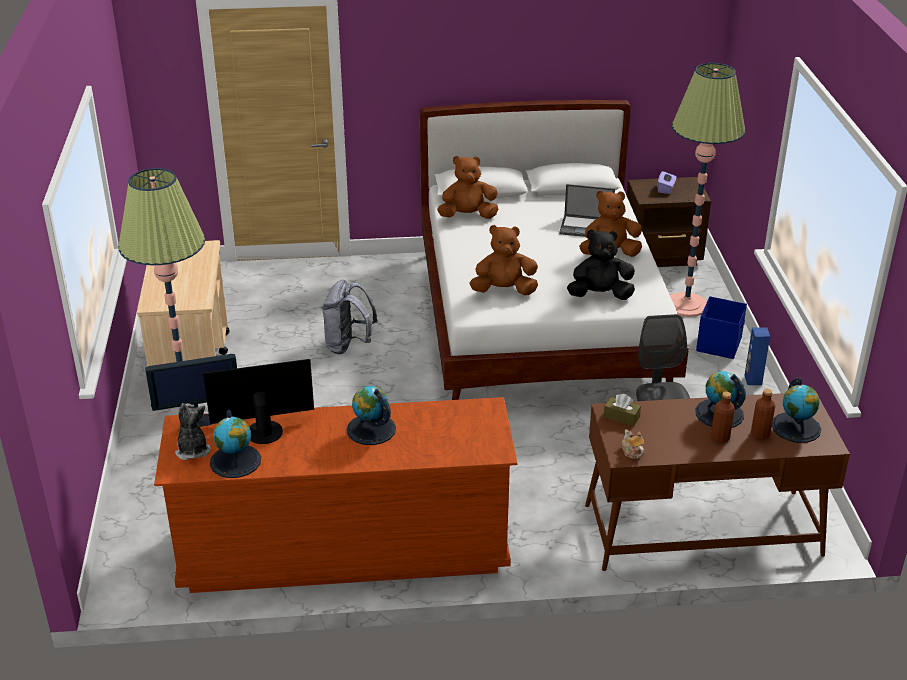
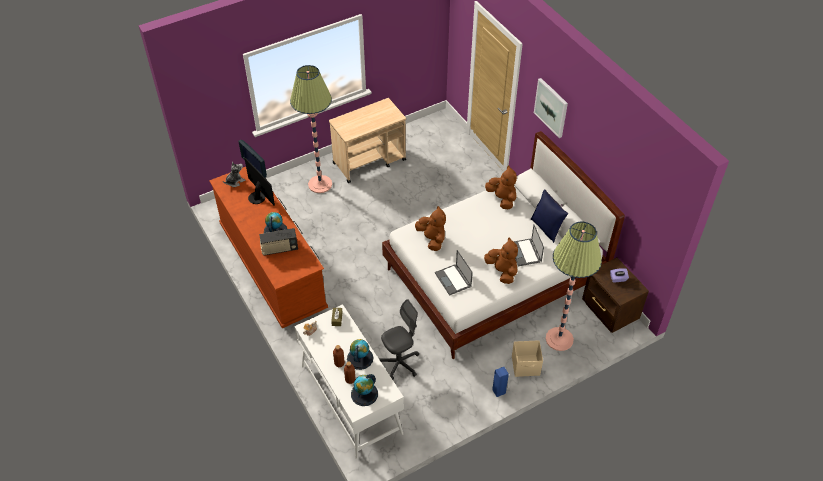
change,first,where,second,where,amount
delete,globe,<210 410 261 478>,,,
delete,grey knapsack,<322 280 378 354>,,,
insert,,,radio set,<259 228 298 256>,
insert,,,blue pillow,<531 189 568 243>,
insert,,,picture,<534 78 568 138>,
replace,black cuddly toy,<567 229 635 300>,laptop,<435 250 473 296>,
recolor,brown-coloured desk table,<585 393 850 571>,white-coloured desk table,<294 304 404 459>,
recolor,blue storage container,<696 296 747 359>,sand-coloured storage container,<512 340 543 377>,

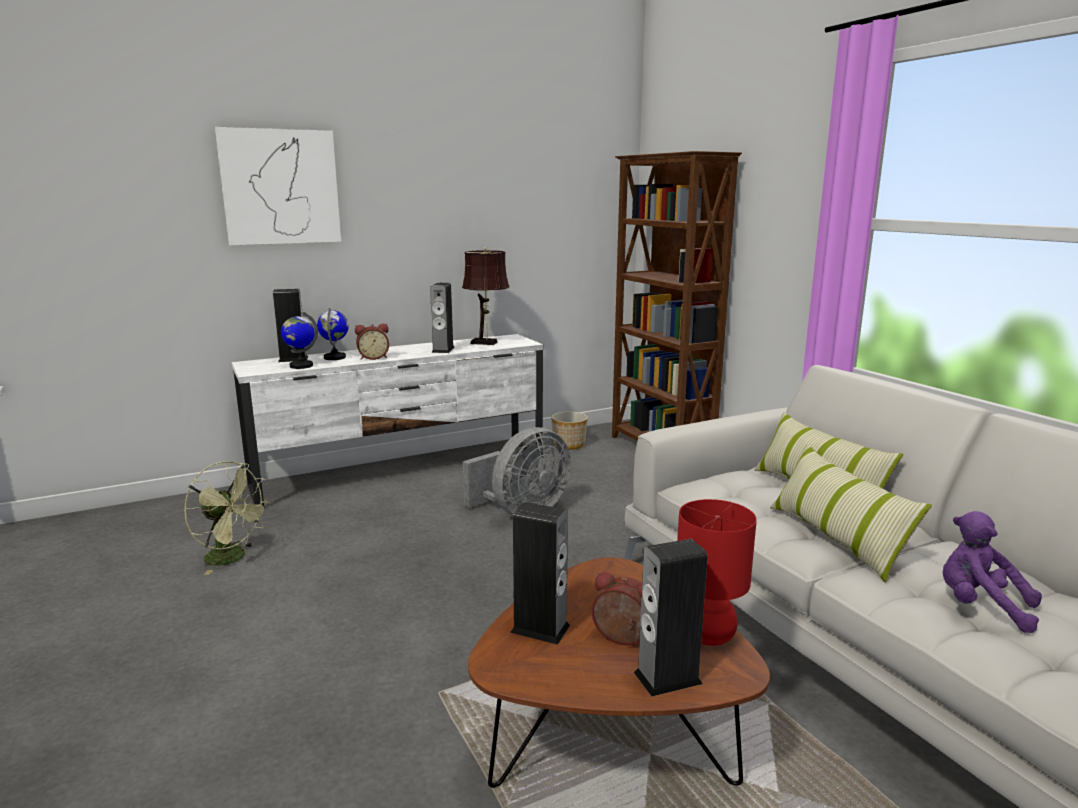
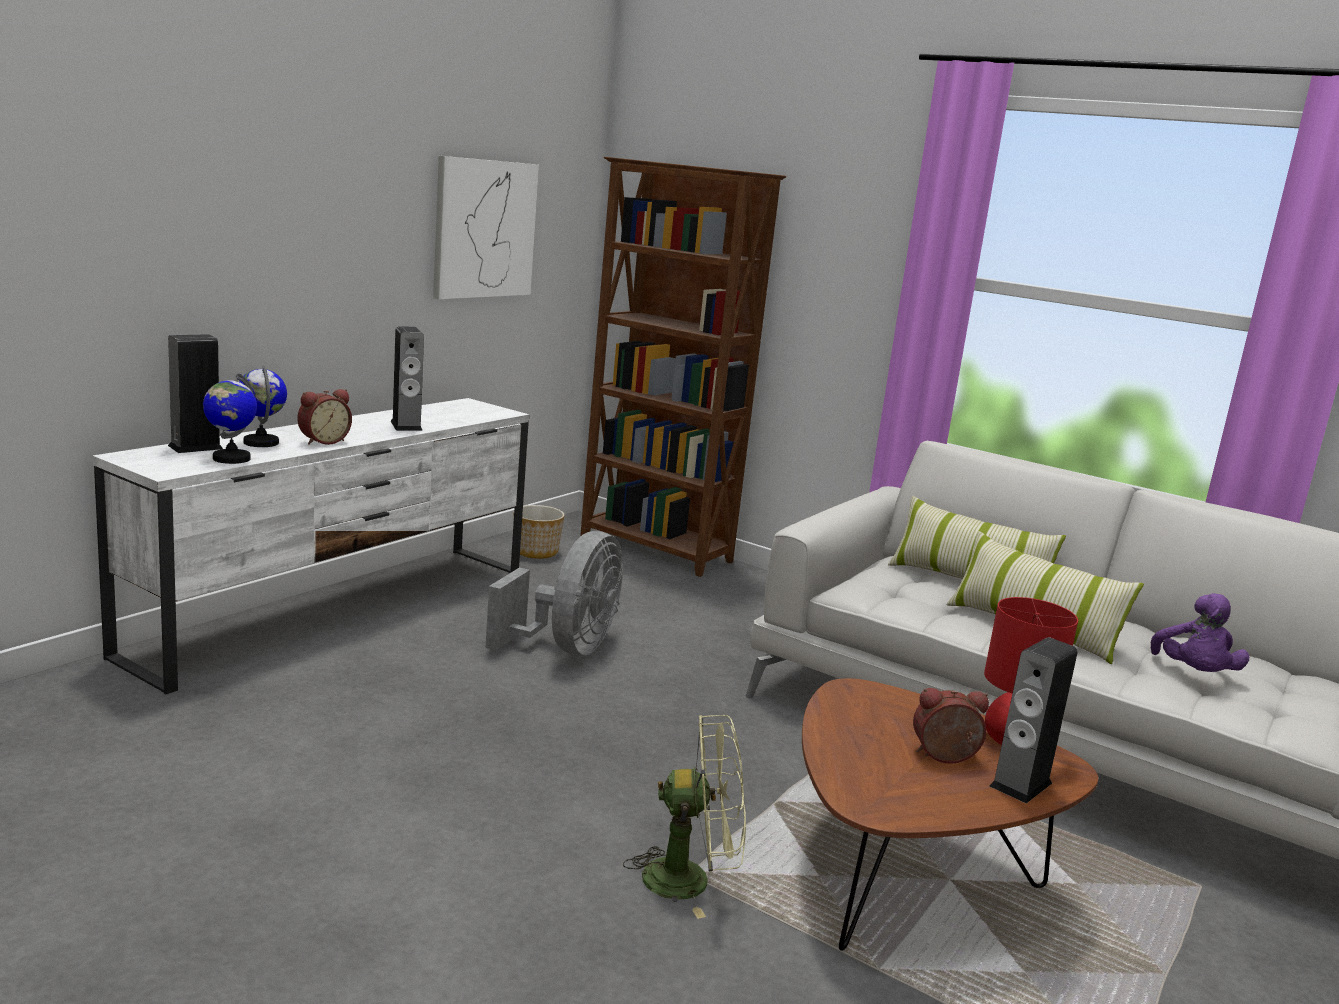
change,first,where,second,where,amount
delete,brown-coloured table lamp,<462 247 509 345>,,,
delete,loudspeaker,<510 502 570 645>,,,
move,green-coloured cooling fan,<184 461 271 575>,,<623 715 746 919>,
move,picture,<214 127 341 246>,,<433 156 539 300>,
rotate,purplish cuddly toy,<943 511 1042 633>,,<1151 593 1249 672>,90 degrees counterclockwise

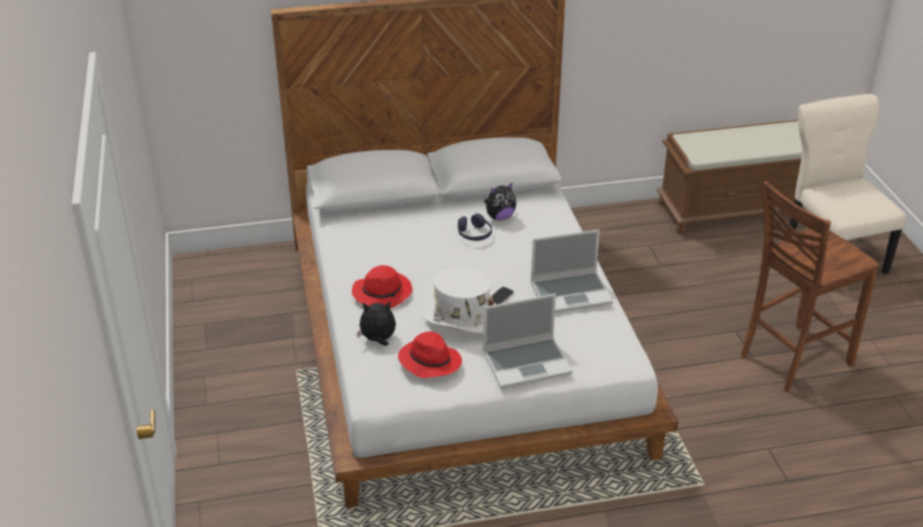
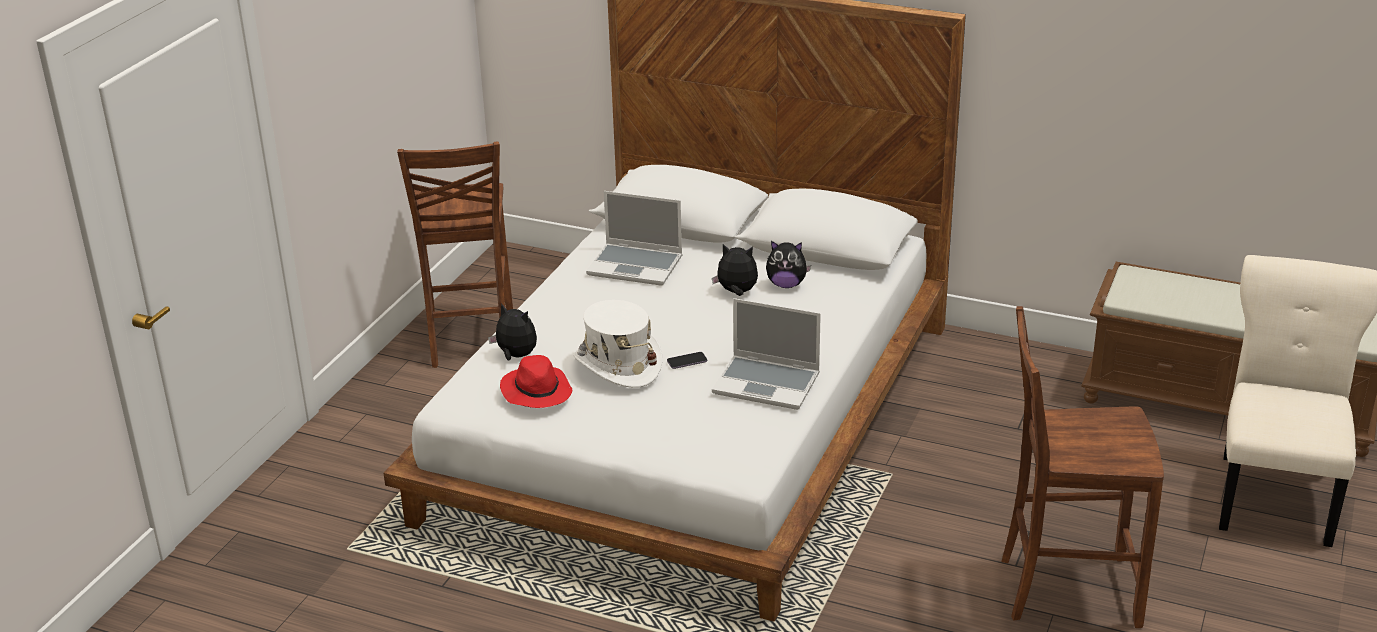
change,first,where,second,where,amount
delete,red hat,<352 265 412 308>,,,
insert,,,brown-coloured plain chair,<397 141 513 368>,
move,laptop,<483 294 573 388>,,<586 191 682 286>,
replace,purplish headset,<458 213 492 241>,cuddly toy,<712 244 758 296>,

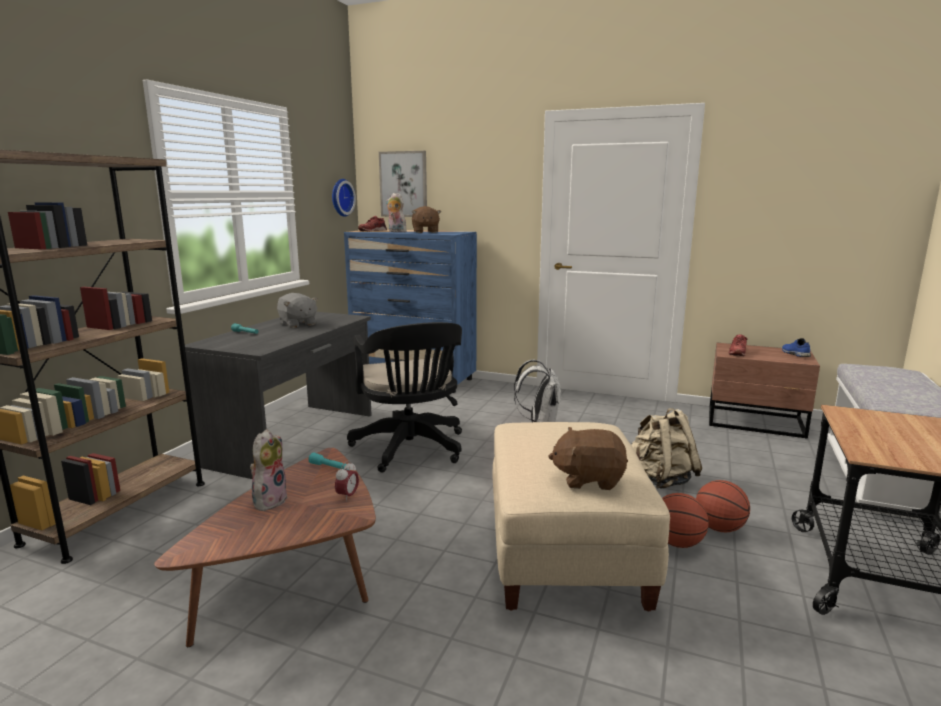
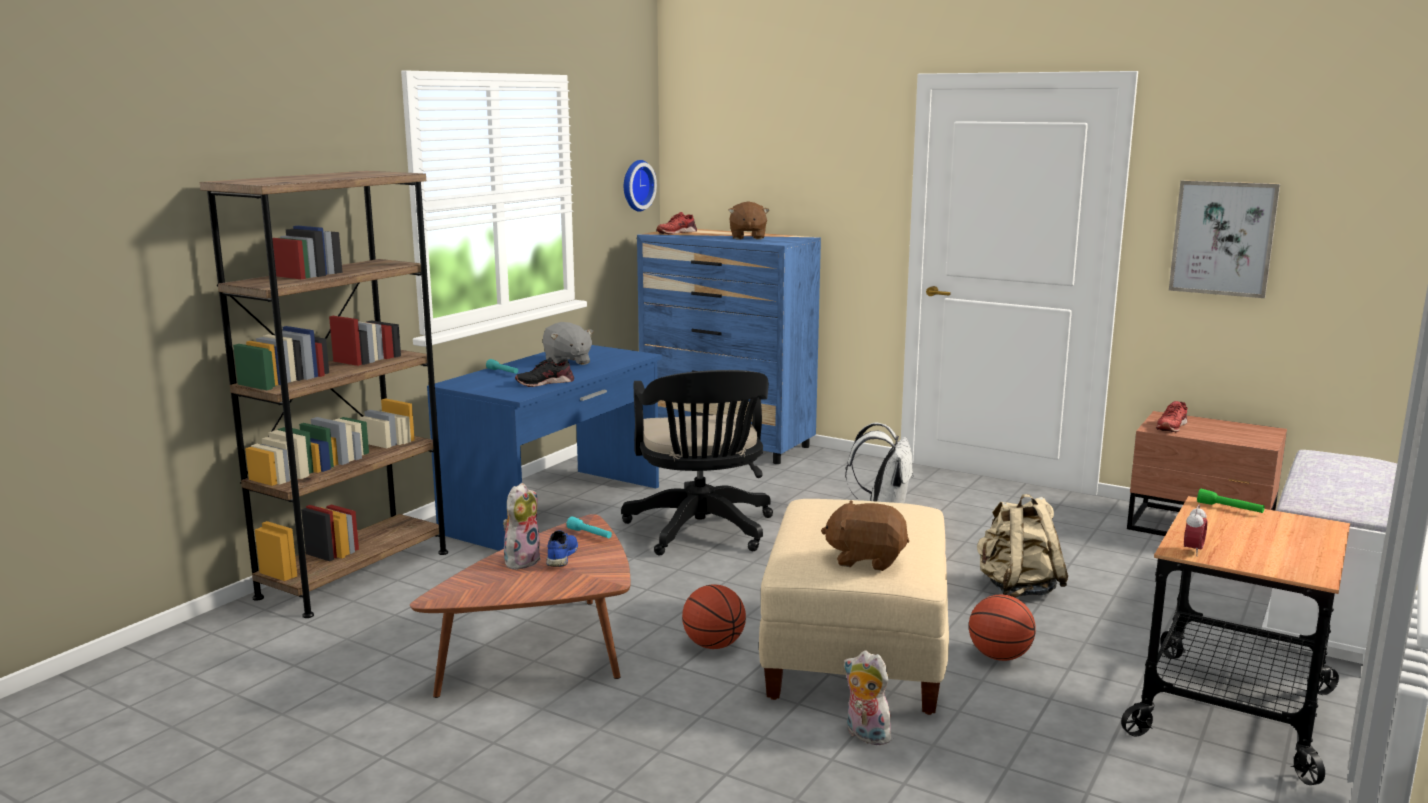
change,first,where,second,where,amount
insert,,,black shoe,<515 357 574 387>,
insert,,,green-coloured torch,<1197 489 1265 513>,
move,table clock,<335 461 359 502>,,<1184 505 1207 556>,
move,picture,<379 151 427 217>,,<1169 180 1280 298>,
move,cuddly toy,<386 193 407 232>,,<844 651 895 745>,
move,ball for basketball,<696 480 750 533>,,<682 584 746 649>,
move,blue shoe,<782 338 811 357>,,<546 530 578 567>,
recolor,grey desk table,<185 312 372 479>,blue desk table,<427 345 662 551>,

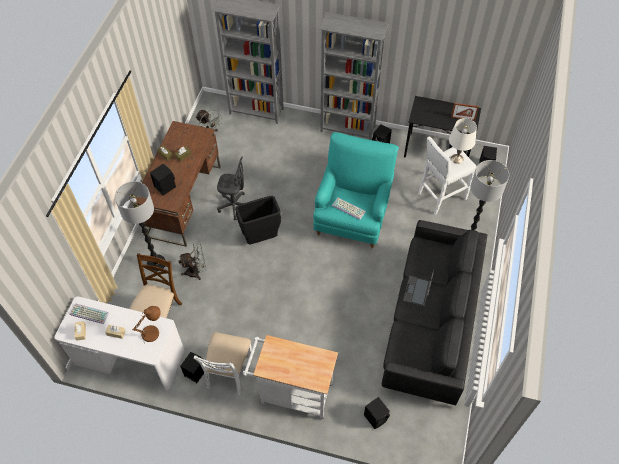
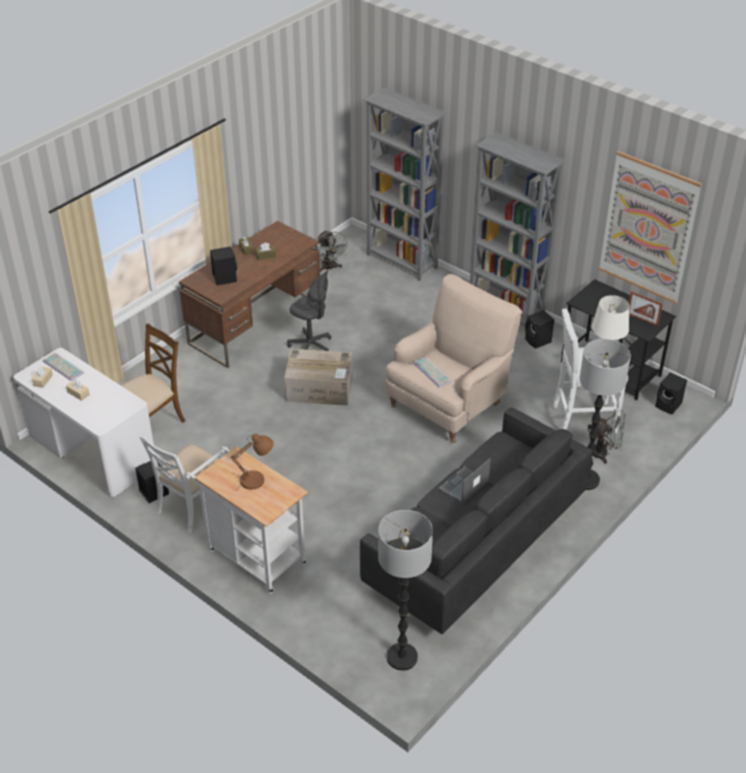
change,first,where,second,where,amount
delete,black loudspeaker,<364 397 390 429>,,,
insert,,,picture,<599 151 702 304>,
move,standard lamp,<115 181 166 272>,,<378 510 433 671>,
move,brown-coloured table lamp,<133 306 161 347>,,<230 434 274 491>,
move,grey cooling fan,<178 243 206 280>,,<588 409 625 464>,
replace,black waste bin,<235 196 281 245>,packing box,<284 349 353 406>,
recolor,blue-green lounge chair,<313 132 399 248>,sand-coloured lounge chair,<385 274 522 443>,

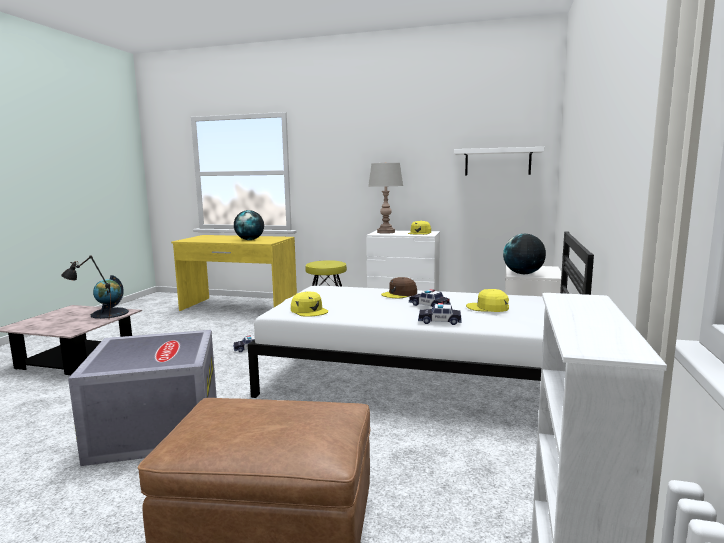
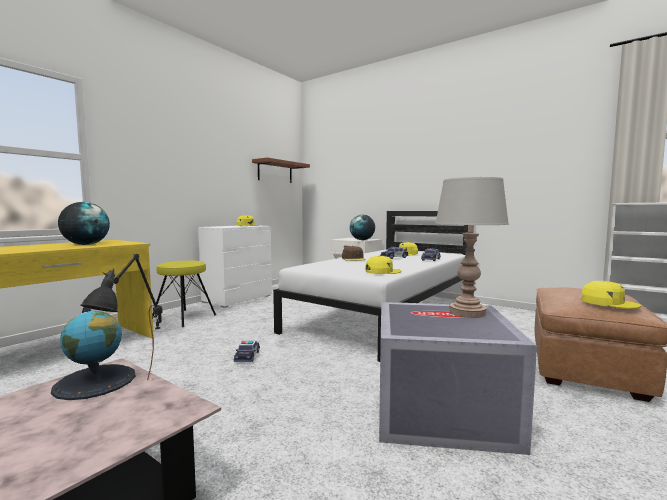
change,first,where,second,where,amount
insert,,,yellow cap,<581 281 641 309>,
move,grey table lamp,<368 162 403 234>,,<435 177 509 318>,
recolor,white-coloured bracket shelf,<454 147 544 176>,brown-coloured bracket shelf,<252 158 310 183>,

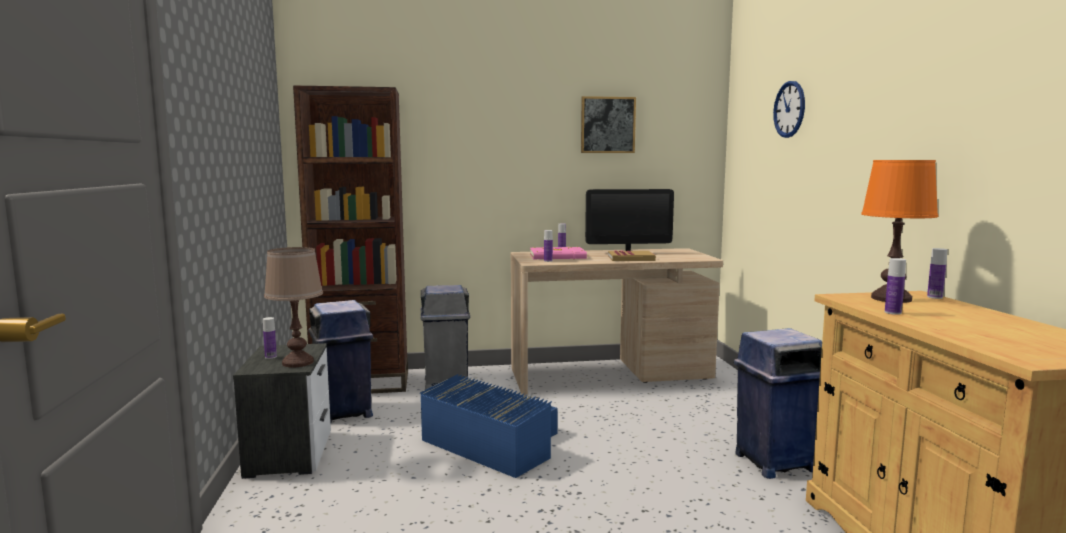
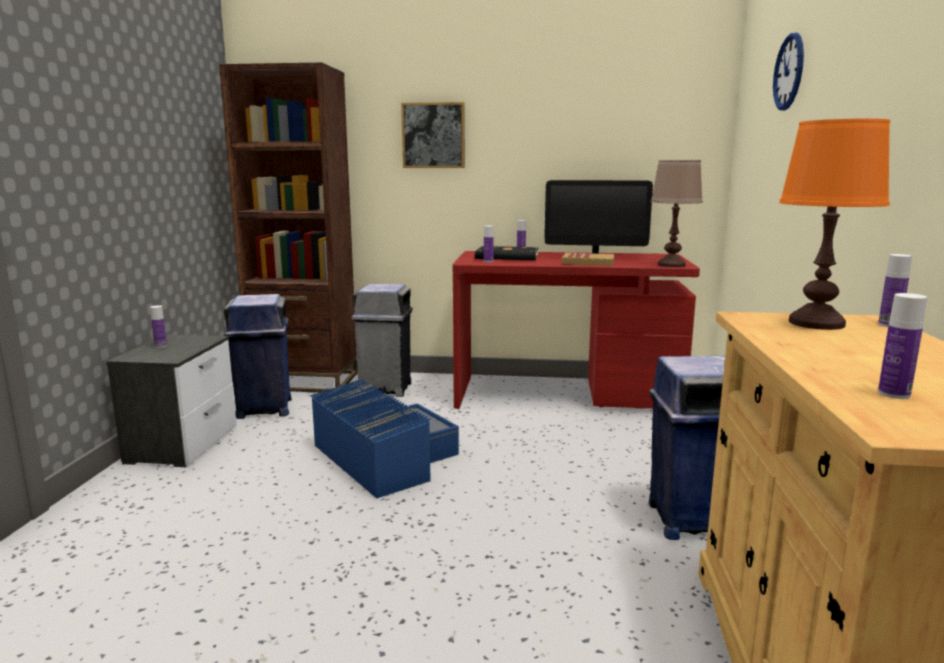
change,first,where,second,where,amount
move,brown-coloured table lamp,<264 247 323 367>,,<651 160 703 267>,
move,picture,<581 96 636 153>,,<401 102 465 168>,
move,drink bottle,<885 258 906 315>,,<878 293 927 399>,
recolor,sand-coloured desk table,<511 248 723 395>,red desk table,<452 251 700 409>,
recolor,pink volume,<530 247 587 259>,black volume,<475 246 538 261>,

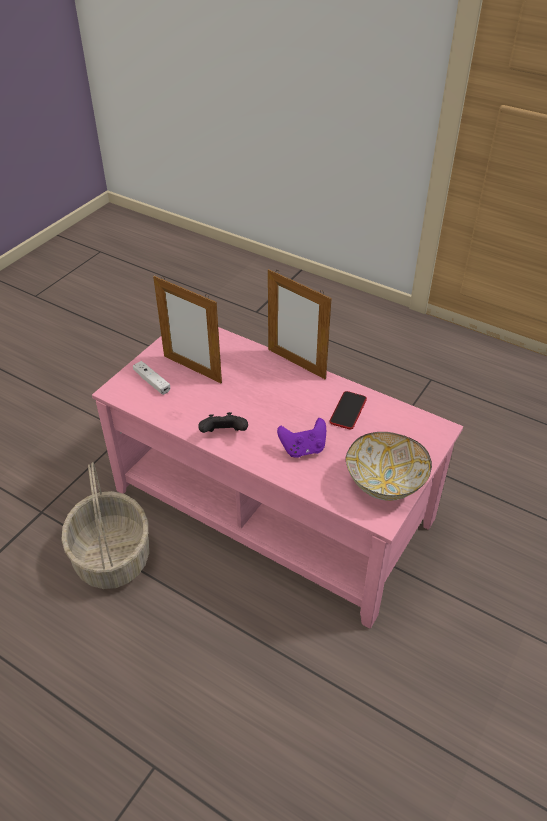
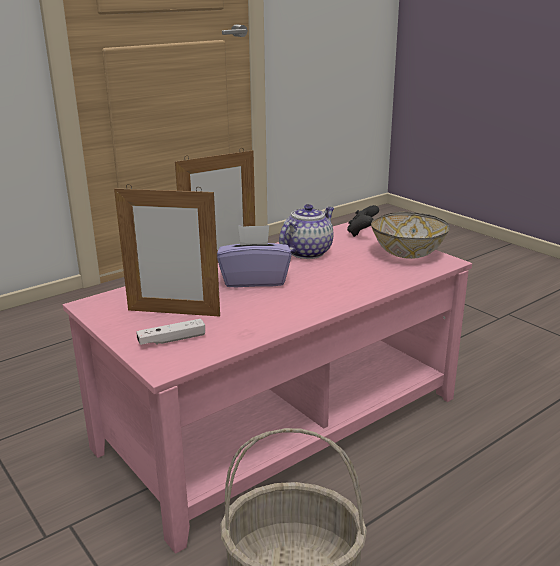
change,first,where,second,where,amount
delete,purplish gamepad,<277 418 326 458>,,,
insert,,,purplish tissue holder,<217 225 292 287>,
move,black gamepad,<198 412 248 433>,,<347 205 379 237>,
replace,phone,<329 391 367 430>,teapot,<279 204 334 259>,
rotate,photo frame,<153 276 222 383>,,<114 184 220 317>,45 degrees clockwise

